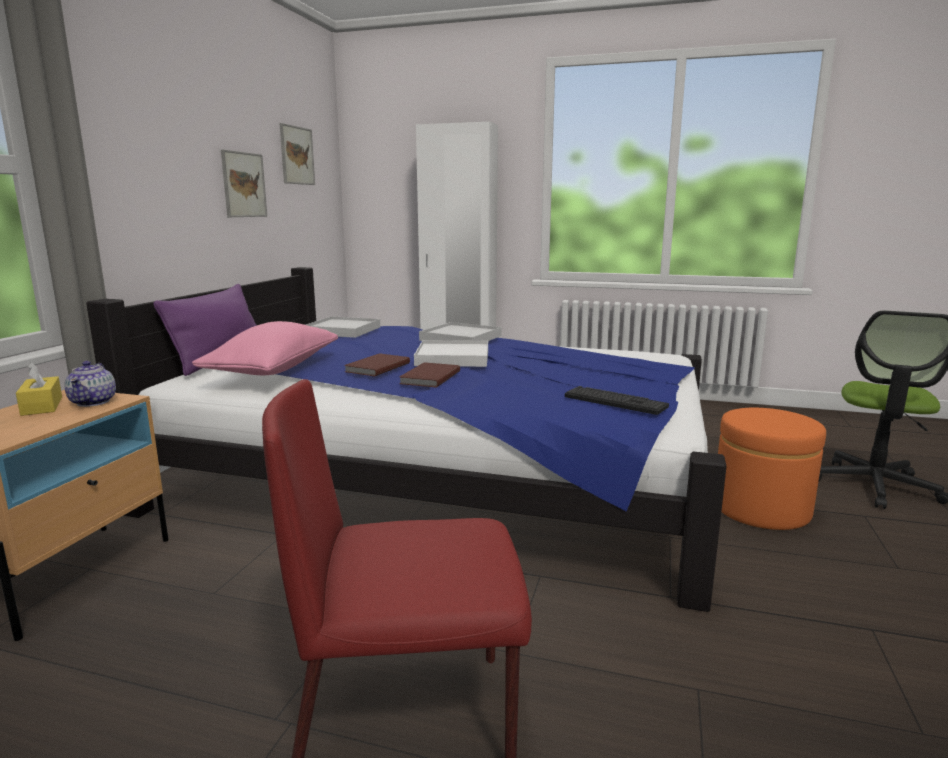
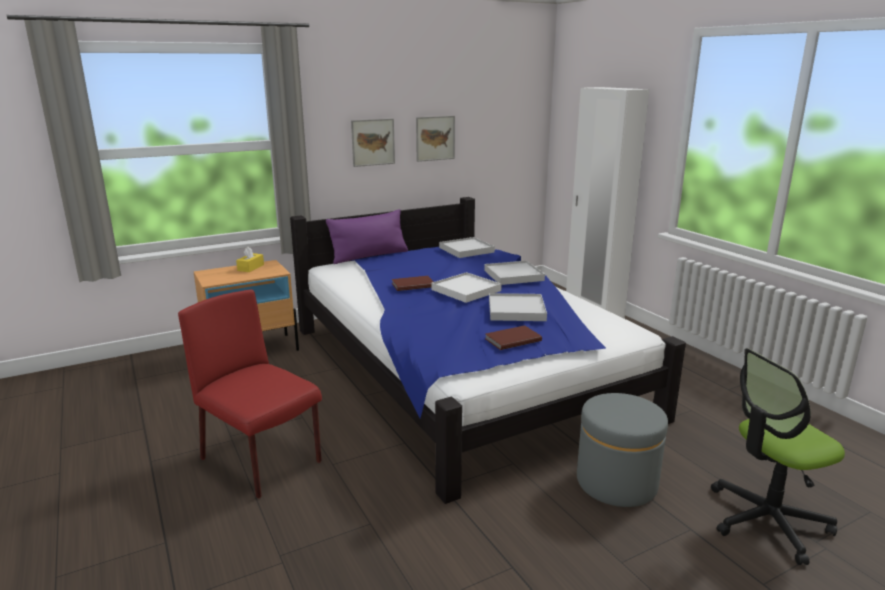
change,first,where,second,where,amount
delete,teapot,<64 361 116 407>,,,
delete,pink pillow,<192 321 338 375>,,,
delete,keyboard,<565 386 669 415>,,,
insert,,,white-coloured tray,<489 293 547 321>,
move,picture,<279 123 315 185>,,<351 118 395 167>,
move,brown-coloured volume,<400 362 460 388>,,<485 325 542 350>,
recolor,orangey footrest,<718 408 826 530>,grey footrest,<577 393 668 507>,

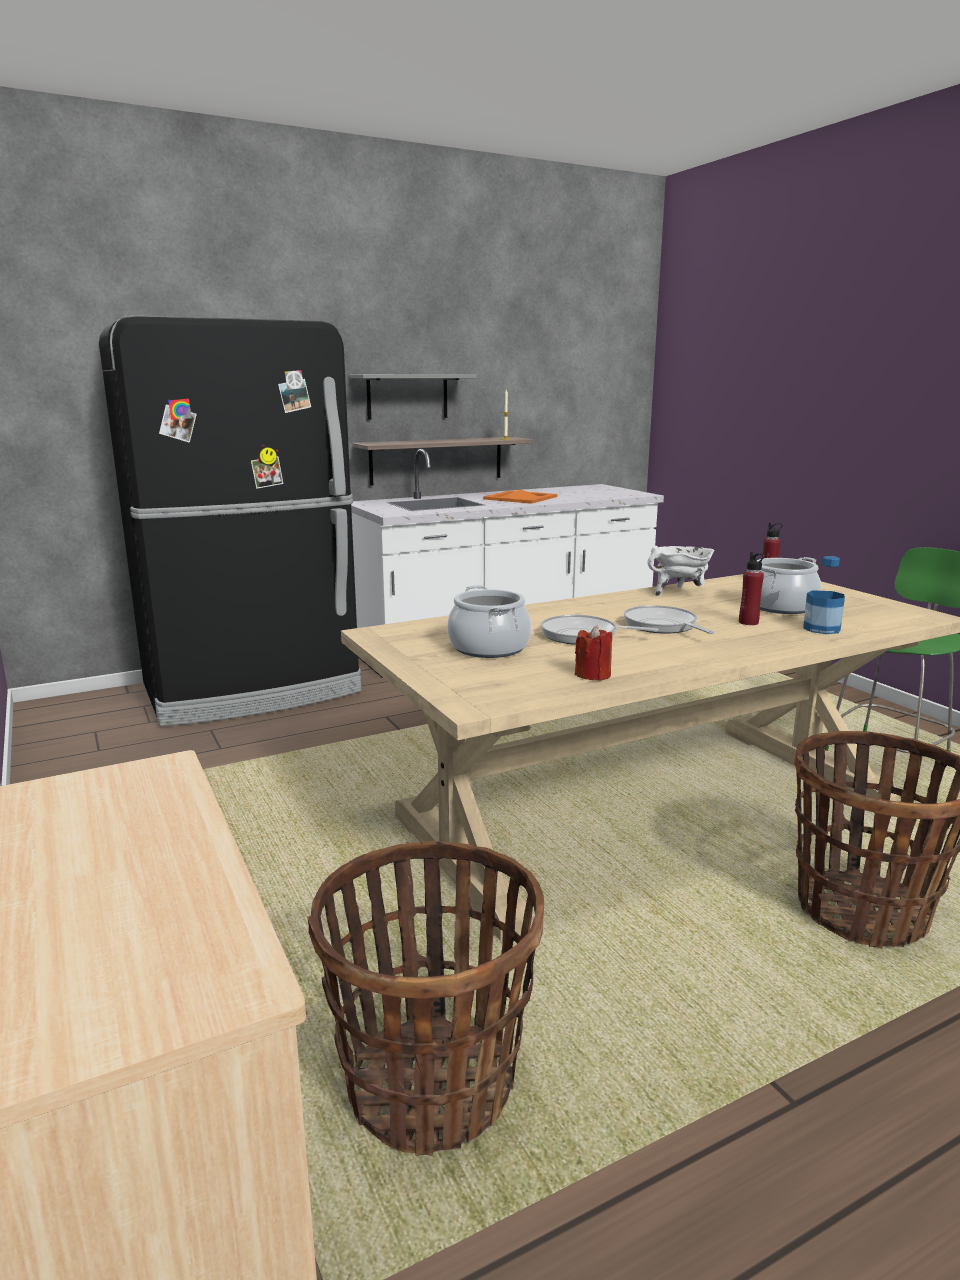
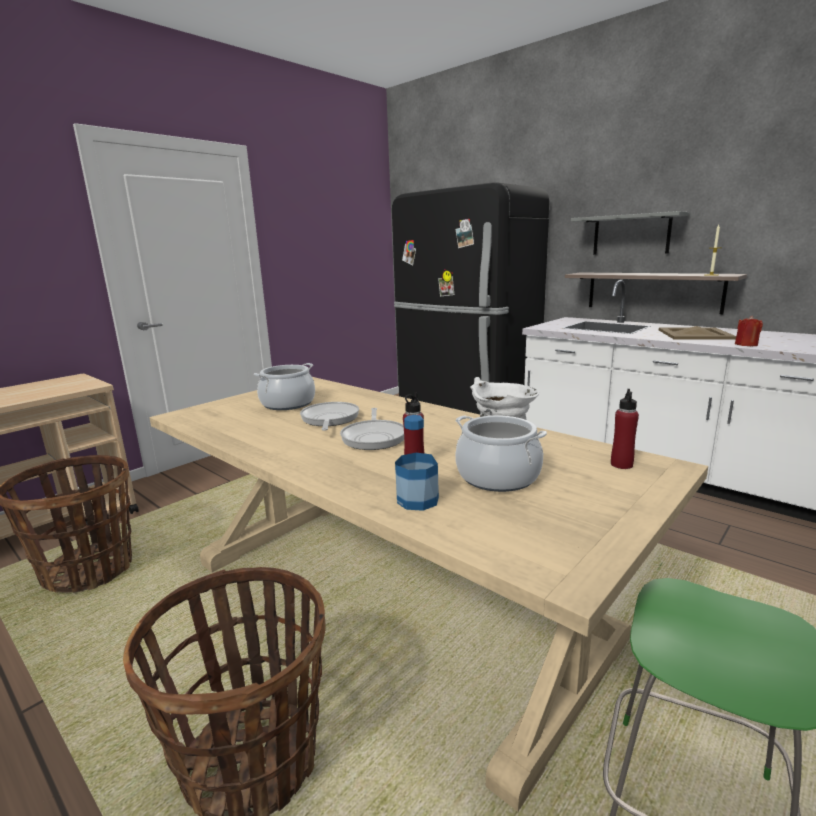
change,first,where,second,where,amount
move,red candle,<575 625 612 681>,,<735 316 763 346>,
recolor,orangey tray,<483 489 557 504>,sand-coloured tray,<659 326 736 340>,
rotate,pan,<624 605 715 634>,,<340 408 404 450>,135 degrees clockwise

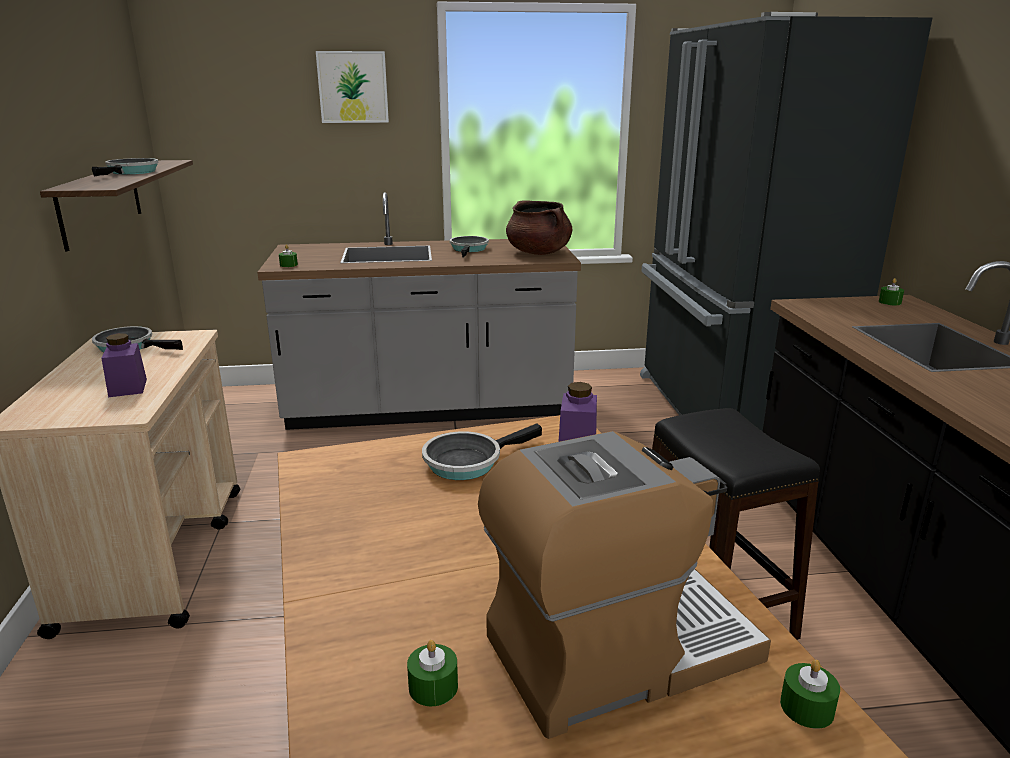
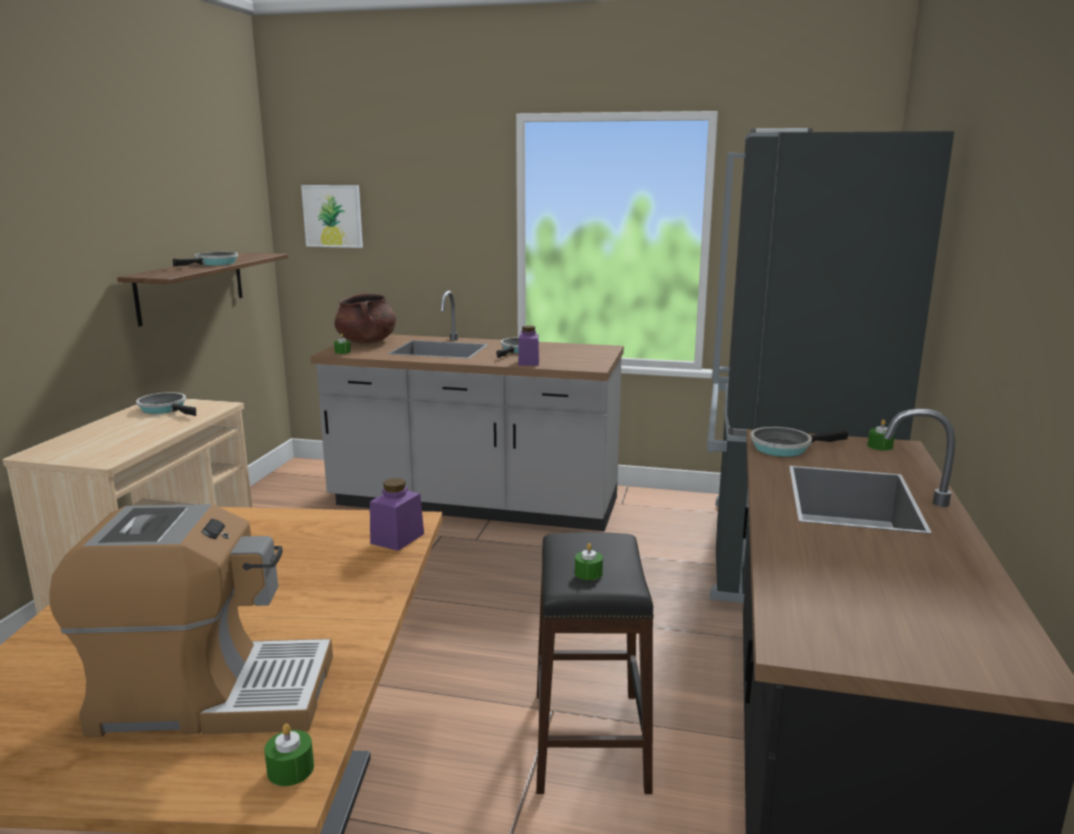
change,first,where,second,where,amount
move,purplish storage jar,<101 333 147 397>,,<518 325 539 366>,
move,picture,<316 51 389 123>,,<301 185 363 248>,
move,green-coloured candle,<407 640 458 706>,,<575 543 603 580>,
move,pan,<422 423 542 480>,,<750 427 848 457>,
move,brown-coloured stockpot,<506 200 572 255>,,<334 293 396 343>,

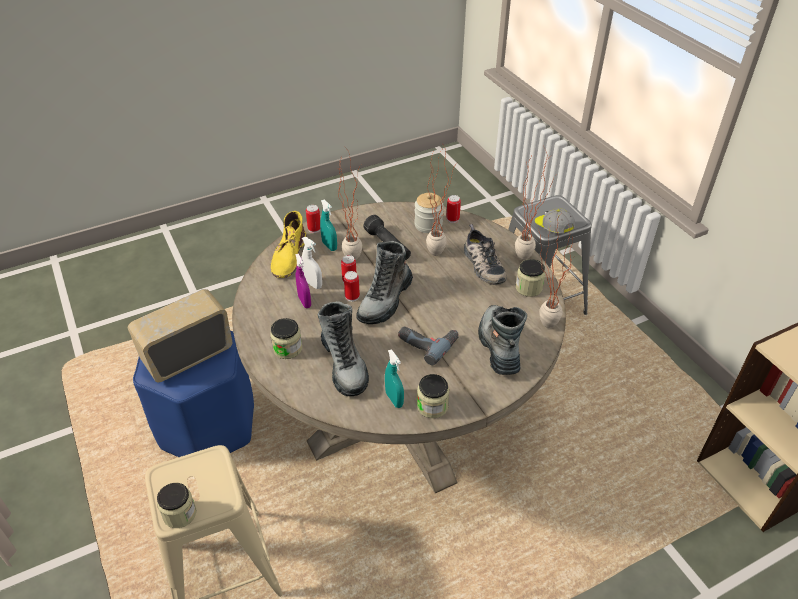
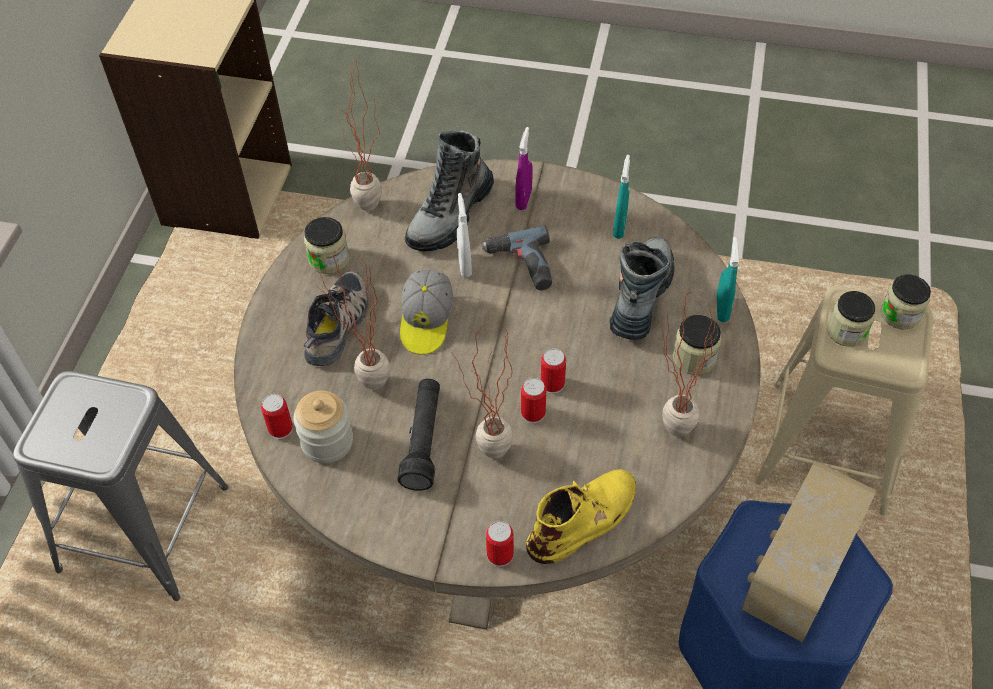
change,first,where,second,where,amount
delete,tall boot,<356 241 413 324>,,,
move,purplish hand sprayer,<295 254 311 308>,,<515 127 533 210>,
move,white-coloured hand sprayer,<301 237 322 289>,,<457 193 472 277>,
move,blue-green hand sprayer,<320 199 337 251>,,<716 237 739 322>,
move,storage jar,<417 374 449 418>,,<827 291 875 347>,
move,potted plant,<515 146 558 260>,,<657 292 717 437>,
move,cap,<535 208 575 233>,,<400 270 454 355>,
rotate,radio set,<128 289 233 382>,,<742 461 877 642>,120 degrees clockwise

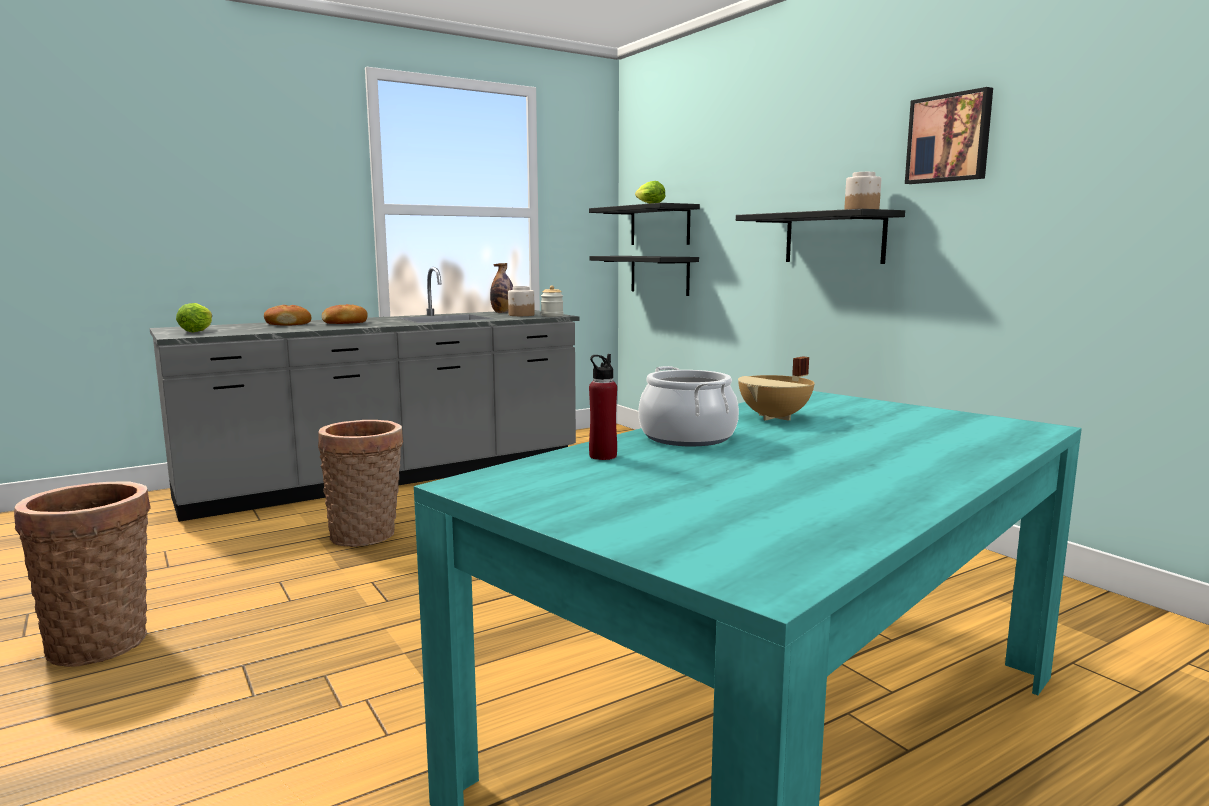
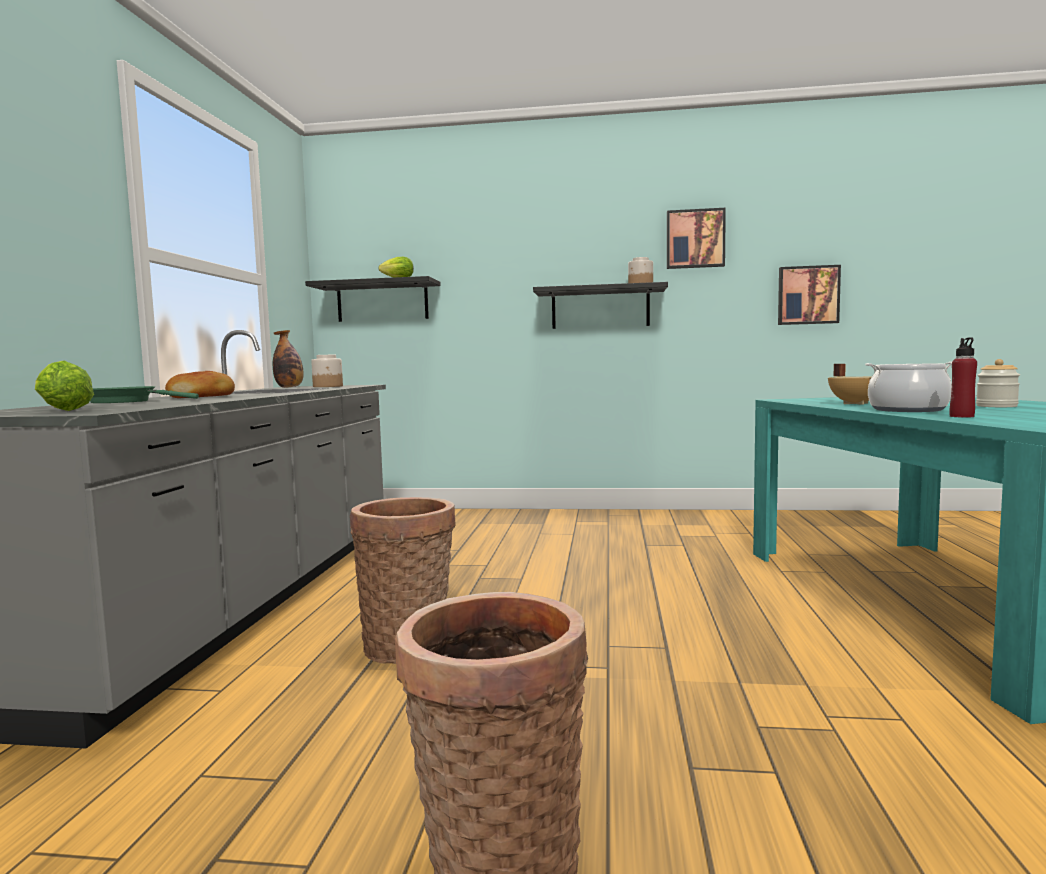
change,first,where,second,where,amount
delete,black bracket shelf,<590 256 699 296>,,,
insert,,,picture,<778 265 841 325>,
move,storage jar,<541 285 563 317>,,<976 359 1020 407>,
replace,baked bread,<264 305 312 326>,green-coloured pan,<90 386 199 403>,

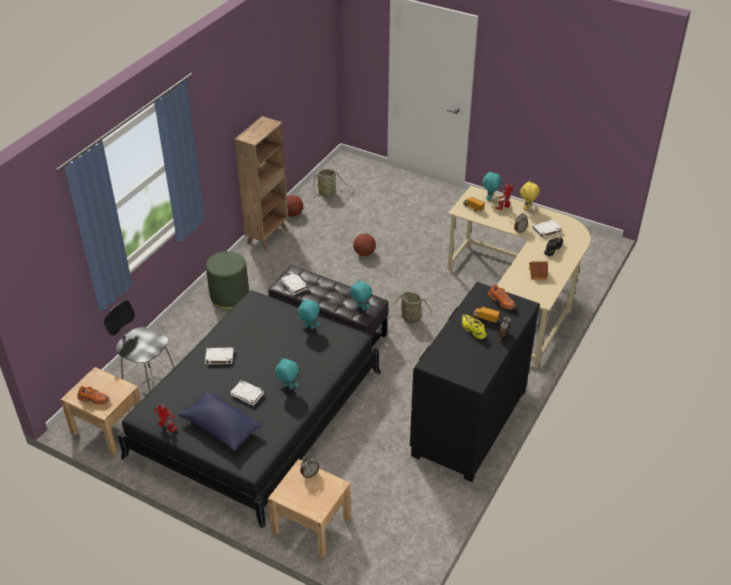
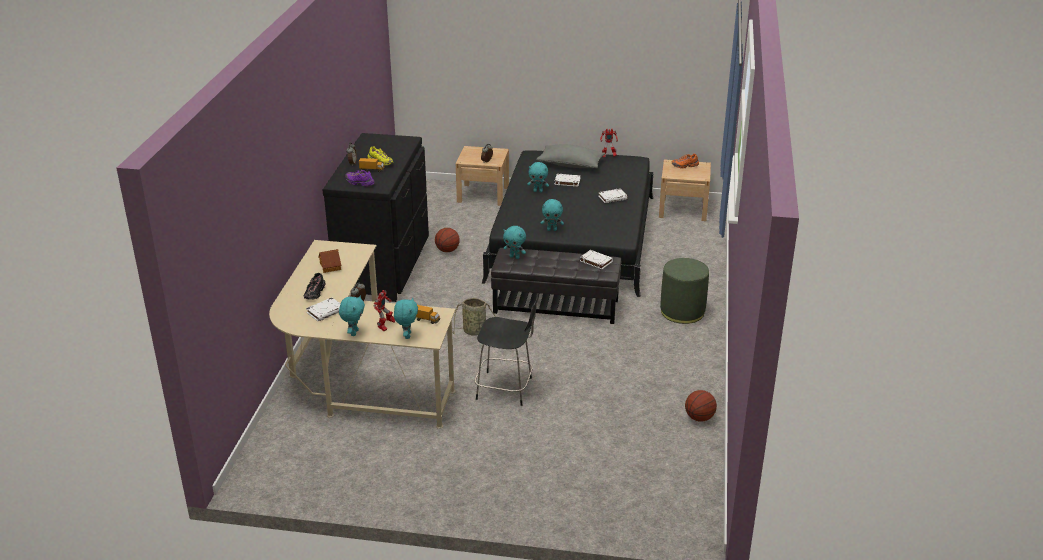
change,first,where,second,where,amount
delete,brown-coloured bookcase,<235 116 288 250>,,,
delete,storage basket,<310 169 350 198>,,,
move,black plain chair,<104 300 175 395>,,<475 293 539 406>,
move,ball for basketball,<353 234 376 256>,,<435 228 460 252>,
recolor,blue pillow,<178 390 263 451>,grey pillow,<536 144 605 168>,
recolor,orangey shoe,<488 285 516 310>,purplish shoe,<345 170 374 186>,
recolor,yellow cuddly toy,<520 181 540 211>,blue-green cuddly toy,<339 295 365 336>,

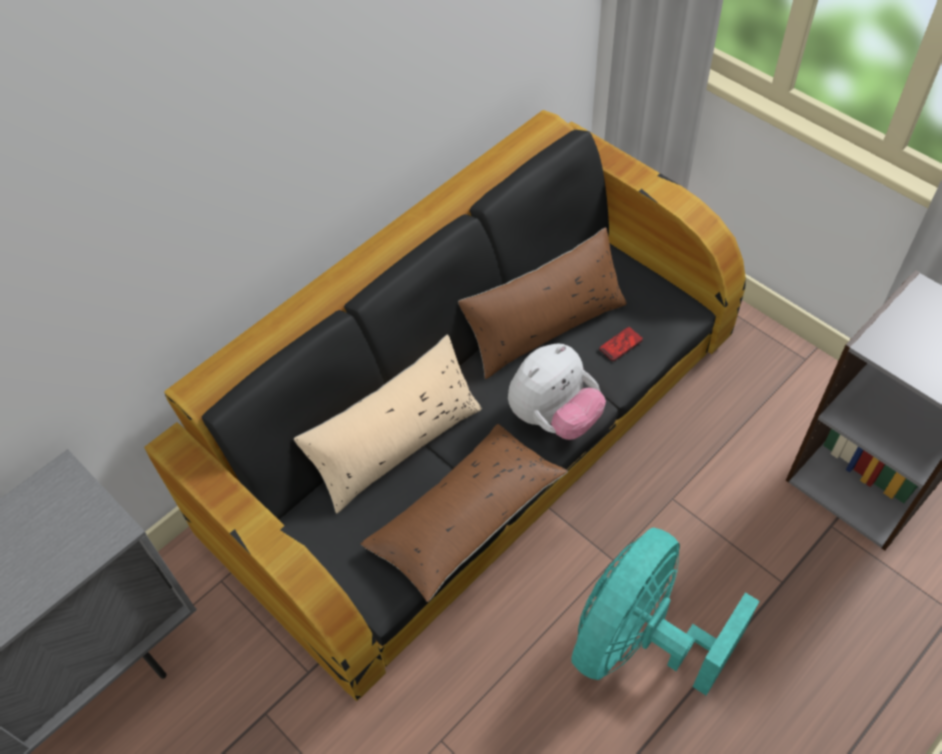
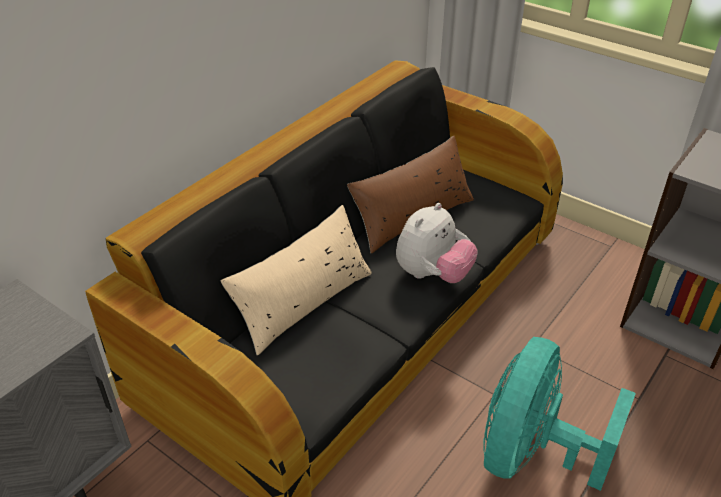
change,first,where,second,where,amount
delete,brown-coloured pillow,<361 424 568 602>,,,
delete,phone,<599 327 643 361>,,,

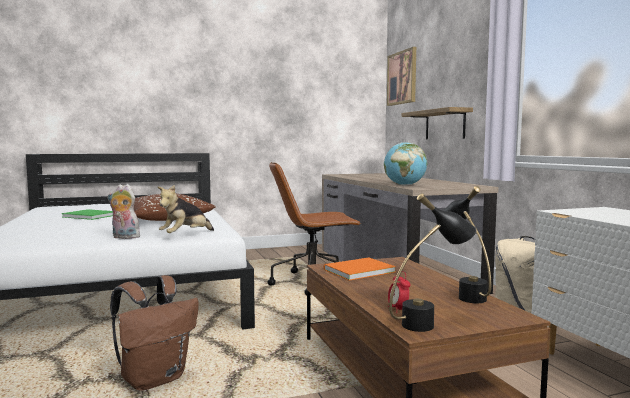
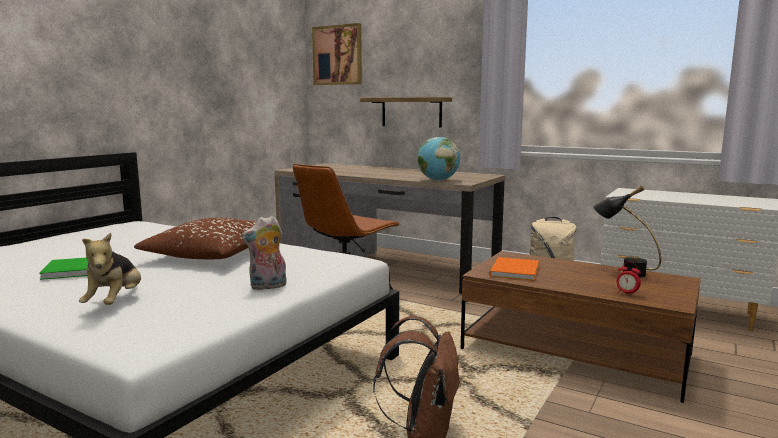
change,first,where,second,where,amount
delete,black table lamp,<389 193 476 332>,,,
move,cuddly toy,<158 185 214 233>,,<79 233 141 305>,

